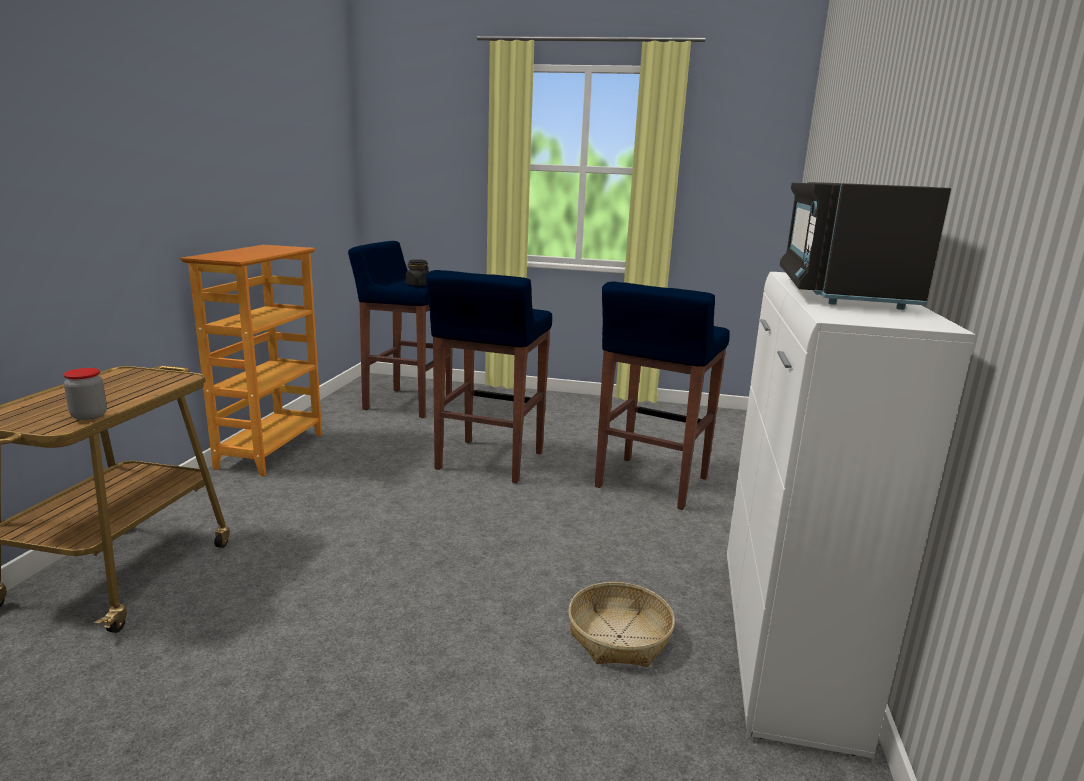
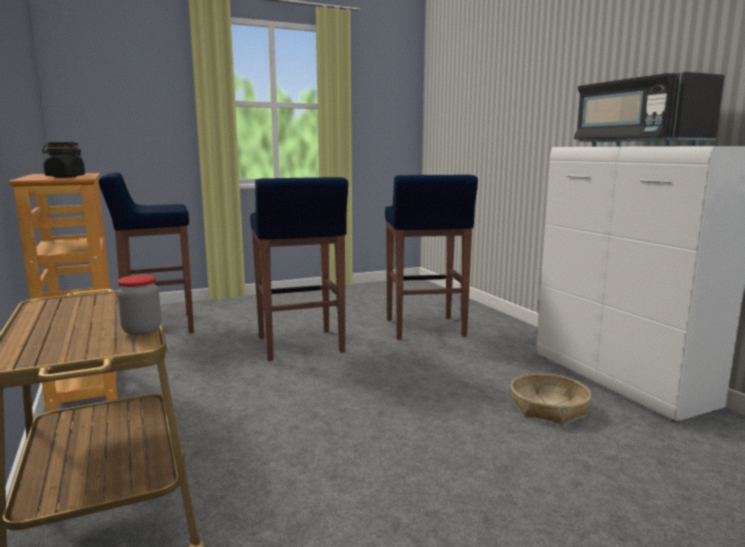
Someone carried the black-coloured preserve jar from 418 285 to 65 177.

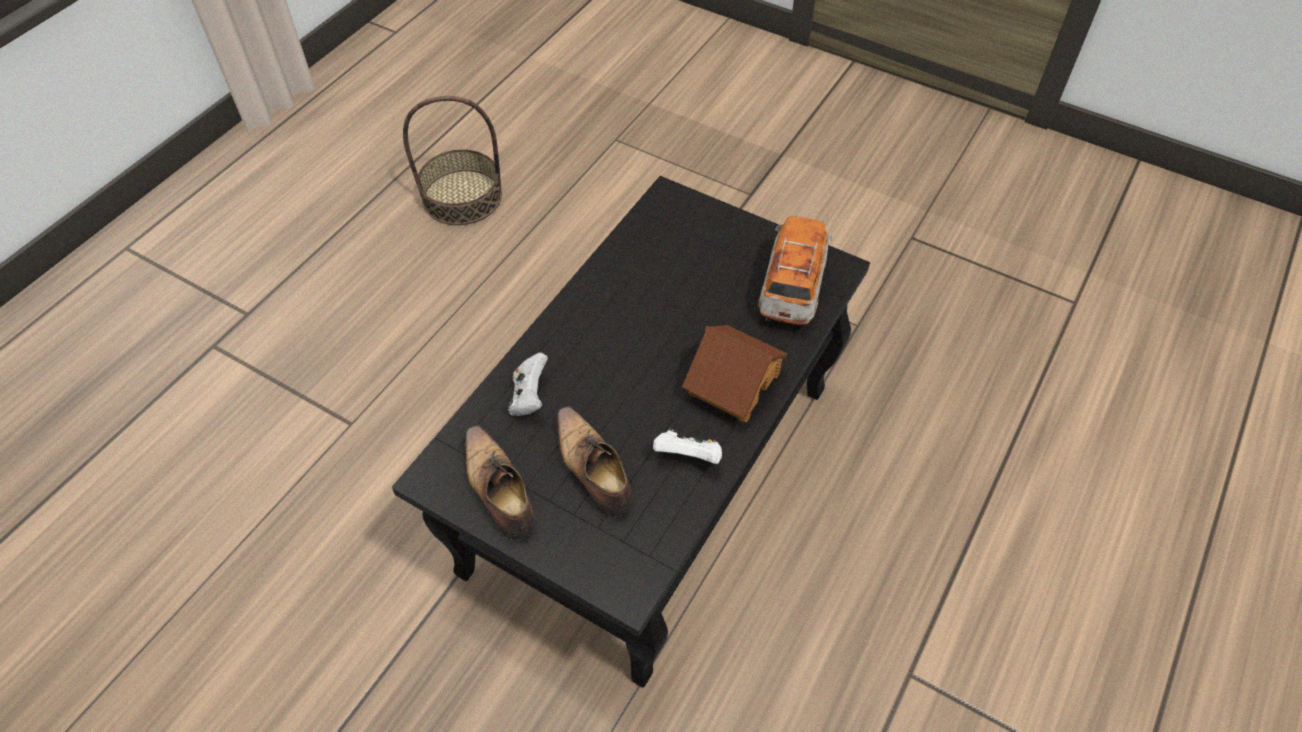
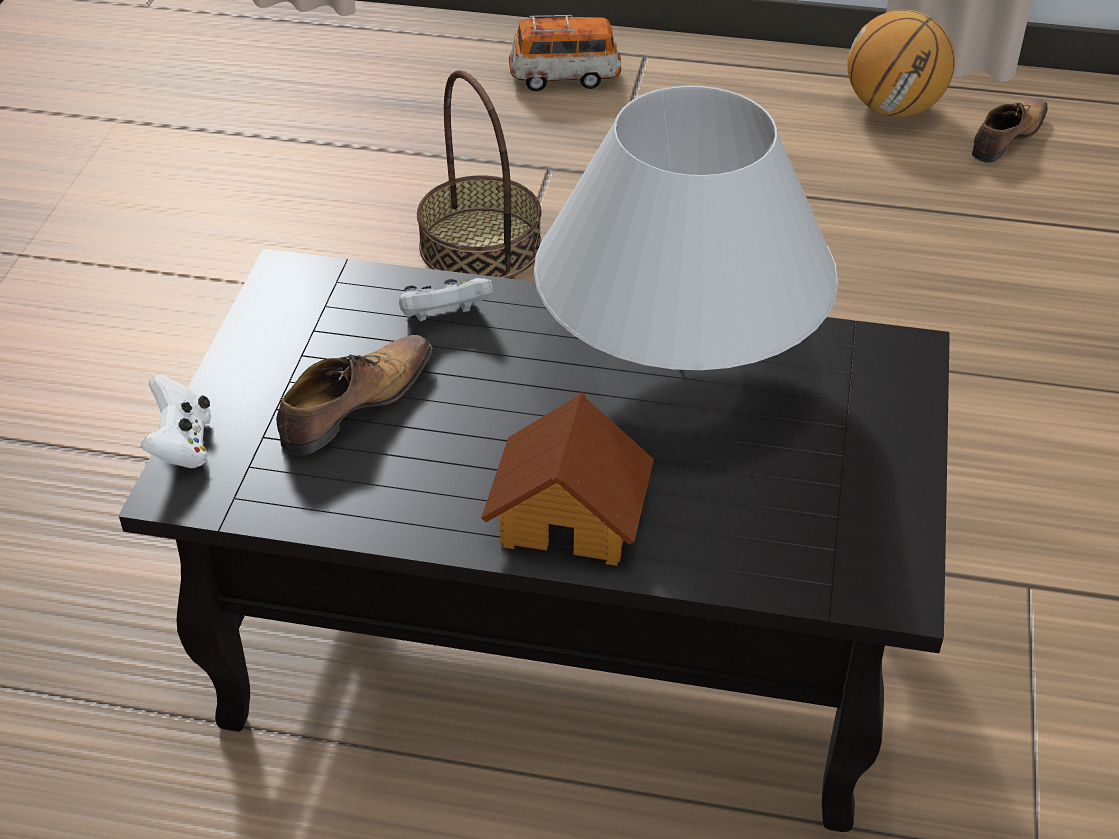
Someone put down the white-coloured tabletop lamp at 678 366.
Someone put down the basketball at 893 109.
Someone carried the storage basket from 462 197 to 481 245.
Someone carried the low shoe from 498 489 to 1006 139.
Someone carried the white-coloured game controller from 688 457 to 182 445.
Someone carried the model car from 792 289 to 565 77.

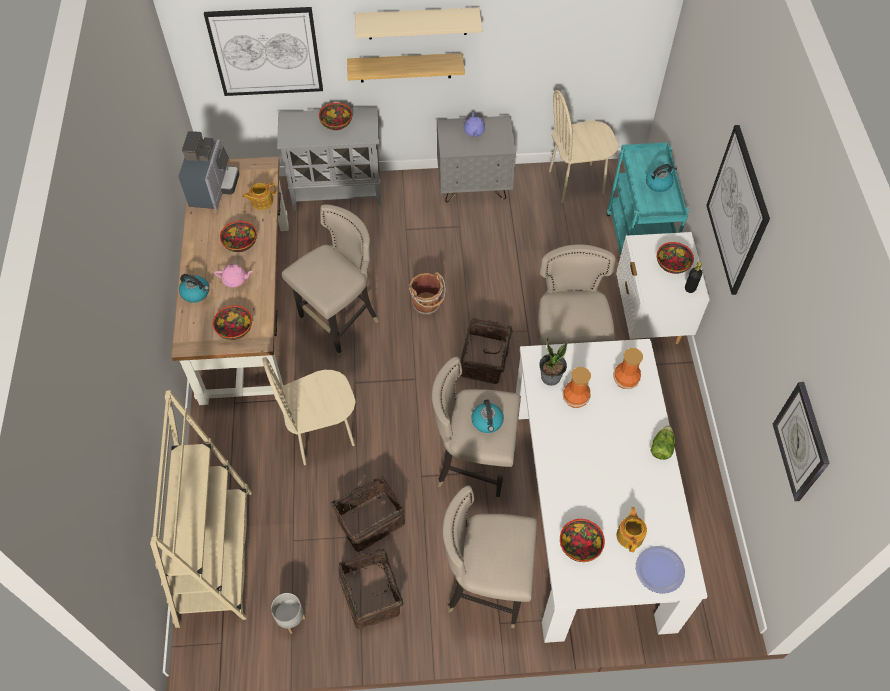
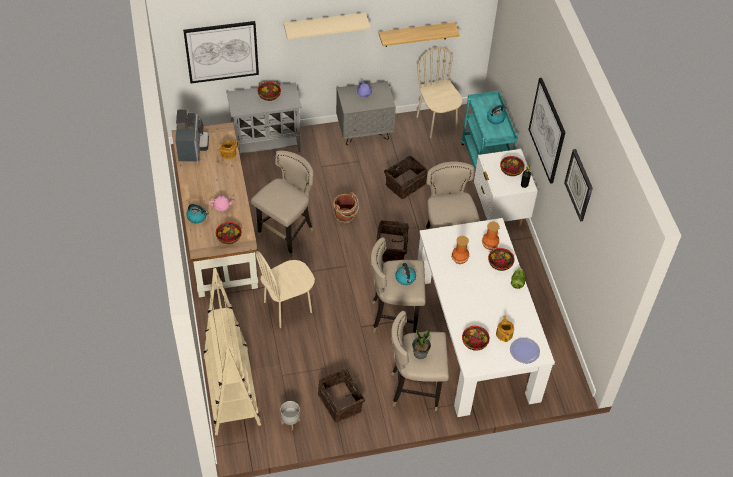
Someone carried the serving bowl from 241 243 to 500 264.
Someone carried the storage basket from 369 519 to 404 183.
Someone carried the bracket shelf from 405 67 to 416 34.
Someone carried the houseplant from 550 377 to 420 353.
Someone carried the clock on the wall from 801 442 to 579 185.
Someone rotated the sand-coloured upright chair at 576 182 by 90 degrees clockwise.

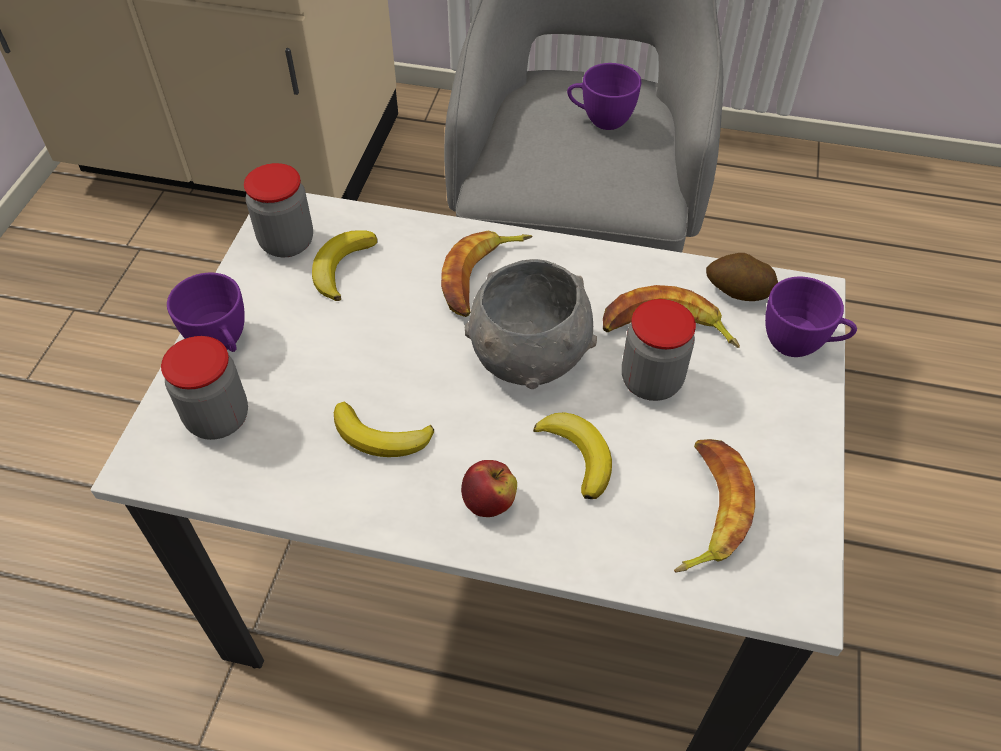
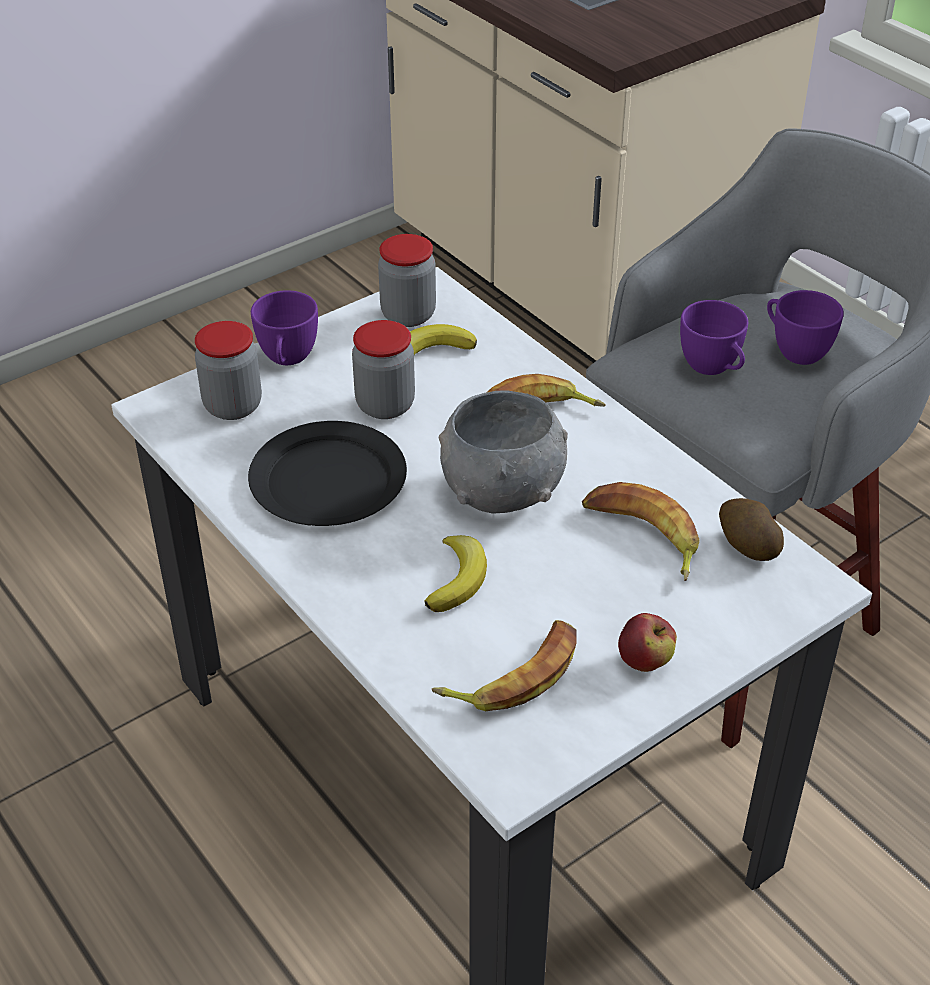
Someone carried the apple fruit from 489 502 to 645 661.
Someone carried the preserve jar from 651 381 to 385 405.
Someone carried the purplish small cup from 800 344 to 713 368.
Someone swapped the whole banana at 381 436 for the black-coloured plate at 328 480.

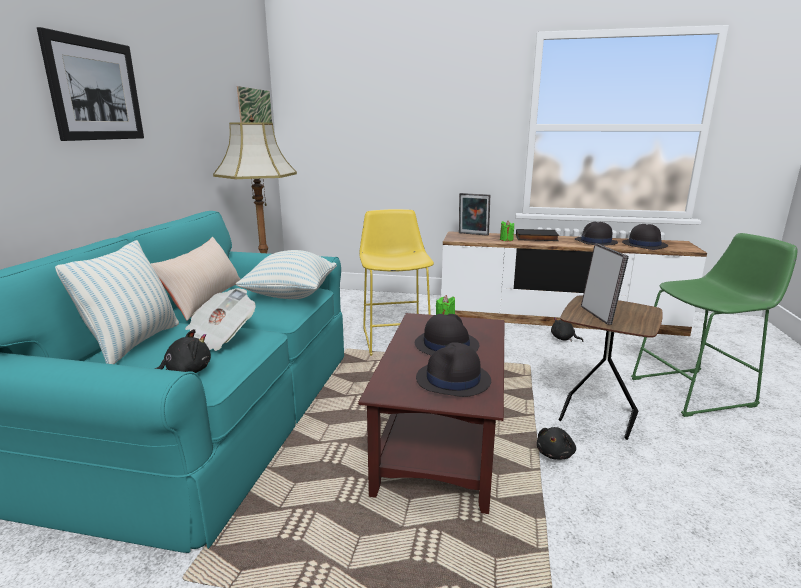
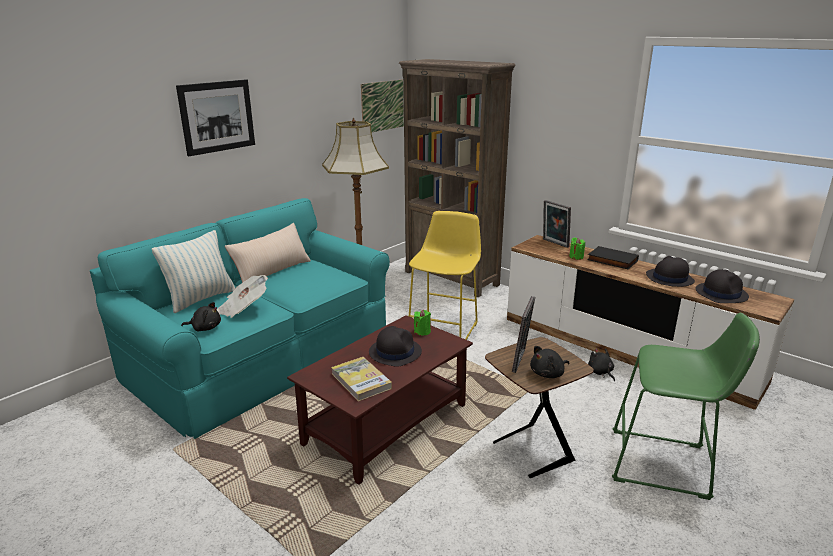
Someone took away the cushion at 291 295.
Someone put down the brownish shelving unit at 451 278.
Someone carried the black-coloured cuddly toy from 555 454 to 548 374.
Someone swapped the black-coloured hat at 453 380 for the volume at 361 381.

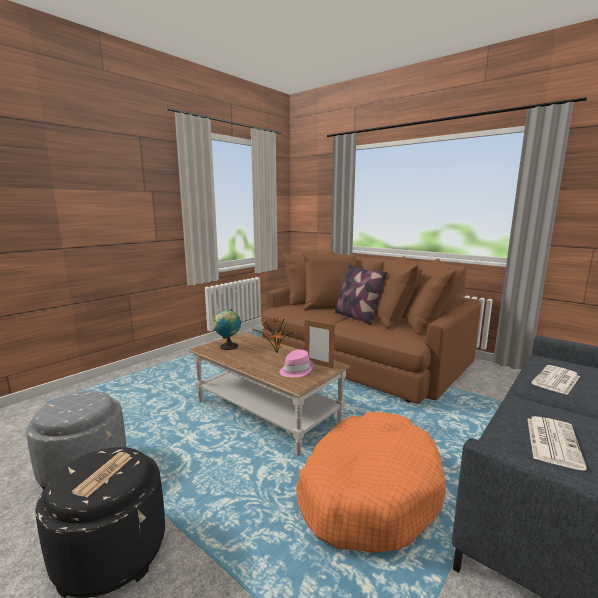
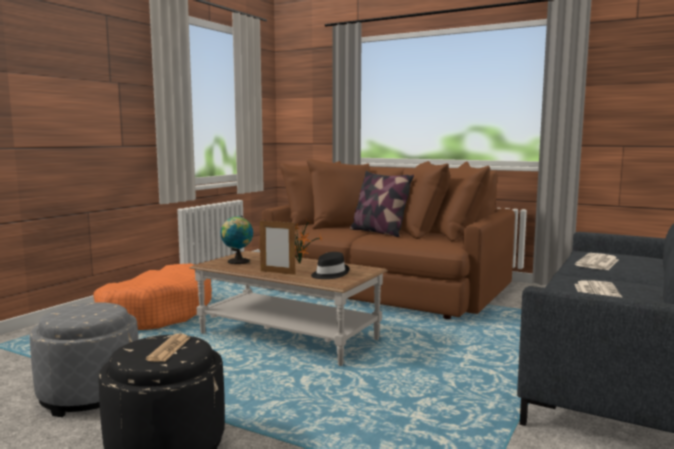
Someone carried the orangey dog bed from 368 491 to 156 313.
Someone carried the standing frame from 318 365 to 277 272.
Someone repainted the pink-coloured hat at 296 370, which became the black-coloured hat at 329 274.

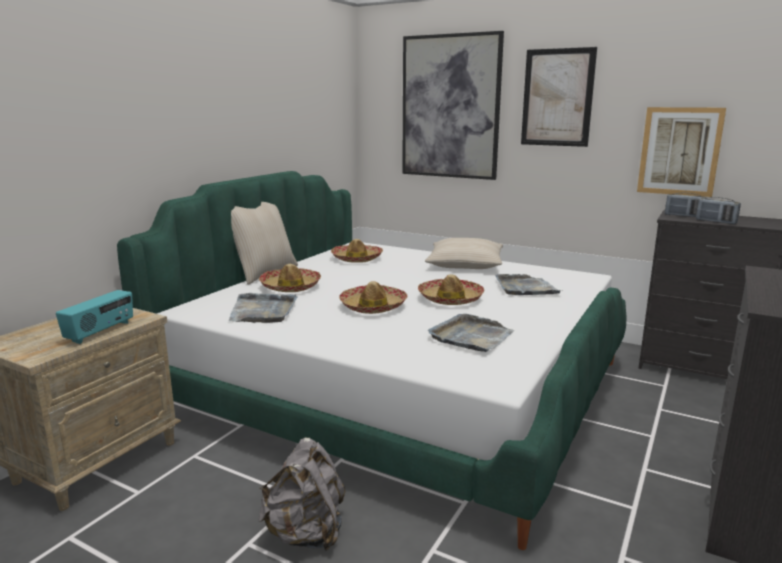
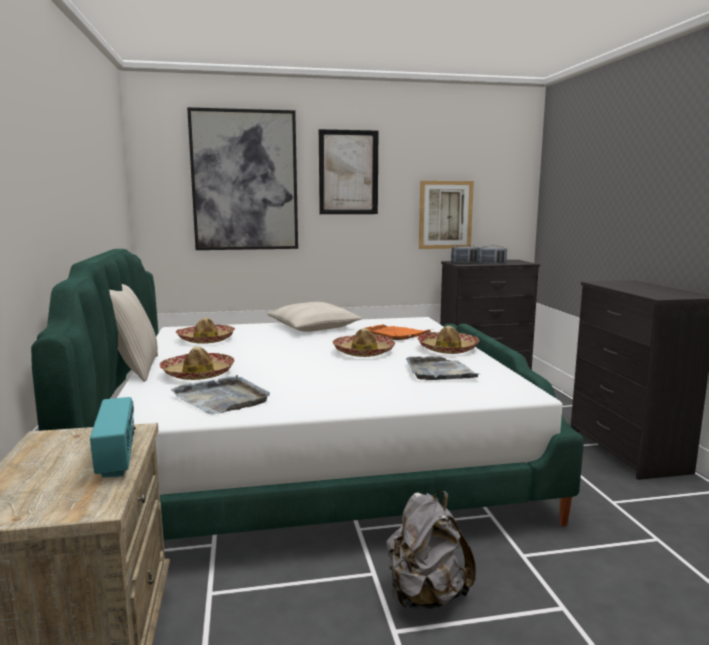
Someone carried the hat from 373 306 to 447 349.
Someone repainted the grey tray at 525 288, which became the orangey tray at 396 334.

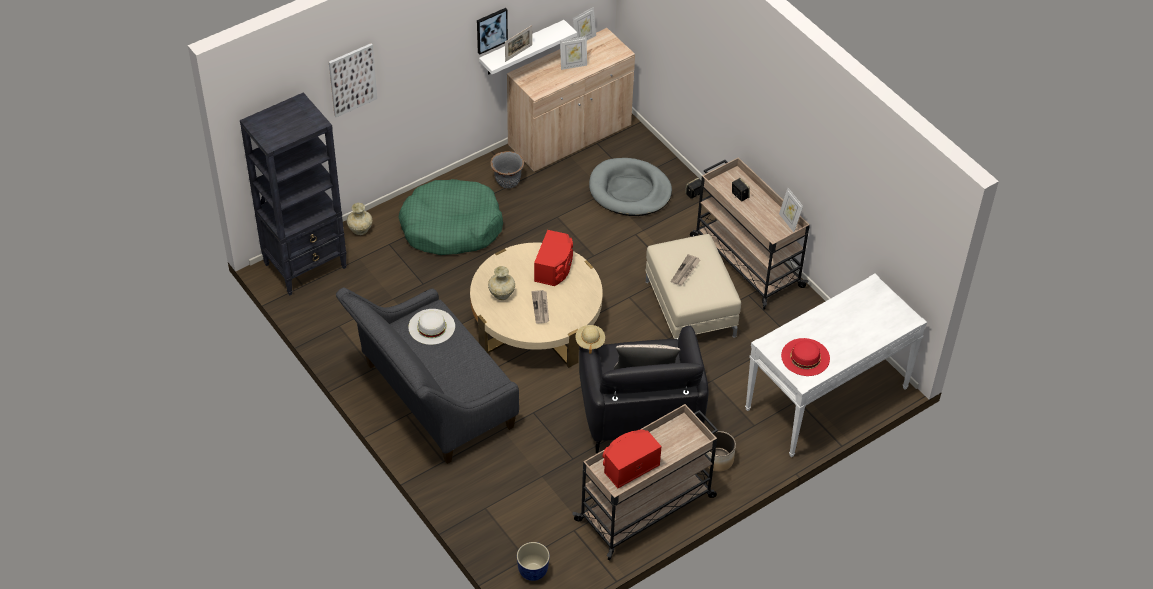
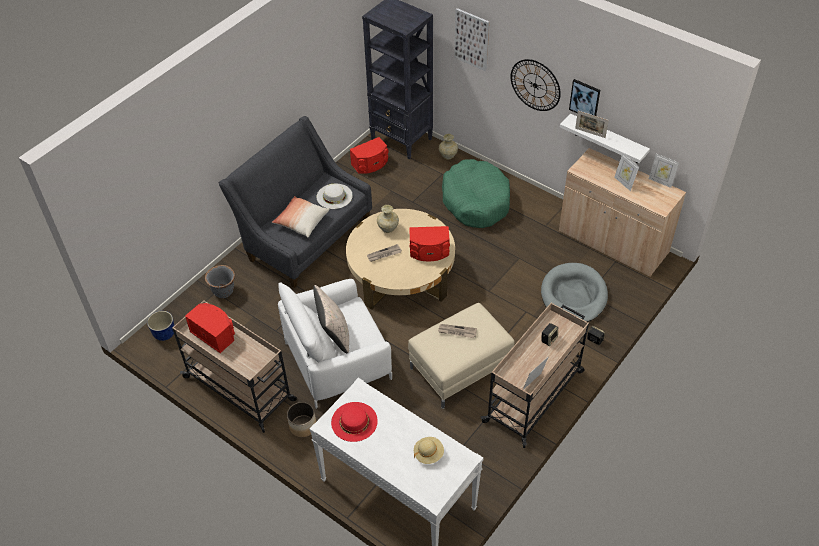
Someone put down the cushion at 301 222.
Someone put down the red audio speaker at 370 164.
Someone put up the clock on the wall at 535 85.
Someone carried the grey flower pot from 507 182 to 223 291.
Someone carried the sand-coloured hat from 590 342 to 428 454.
Someone repainted the black-coloured lounge chair at 640 410, which became the white-coloured lounge chair at 338 361.

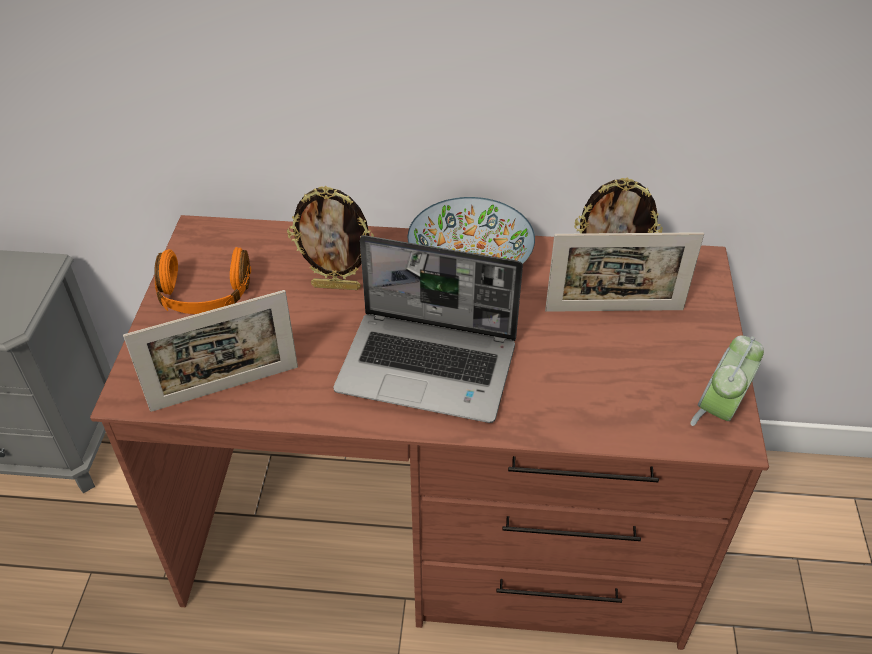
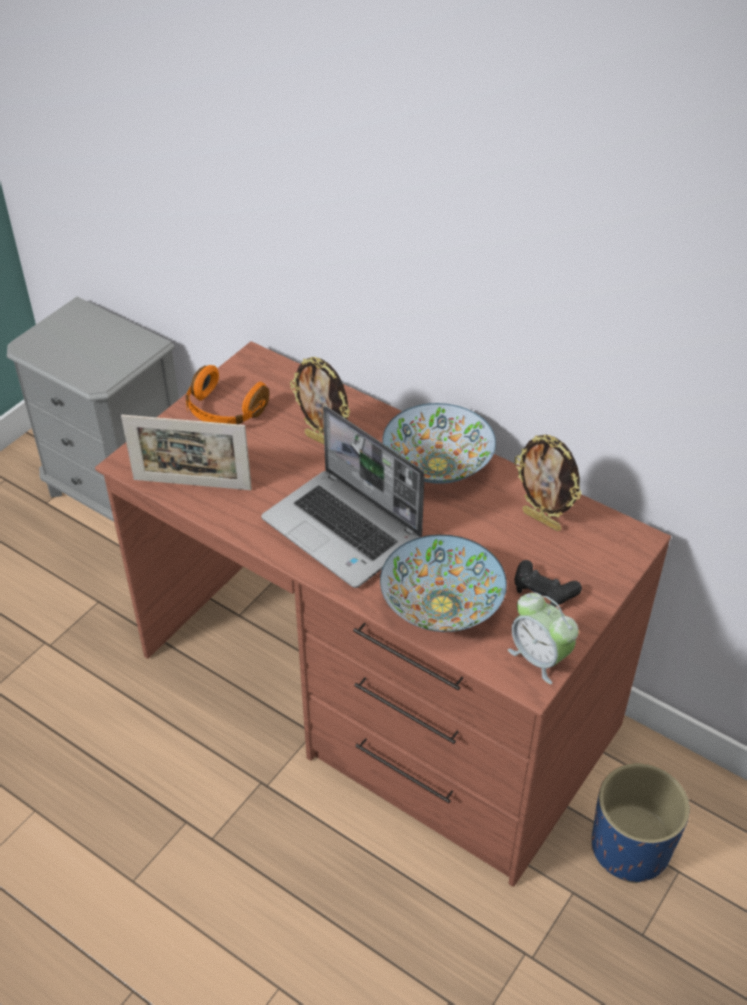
Someone took away the standing frame at 614 310.
Someone put down the serving bowl at 441 605.
Someone put down the black-coloured game controller at 543 591.
Someone put down the blue-coloured flower pot at 630 846.
Someone rotated the table clock at 719 410 by 105 degrees counterclockwise.

